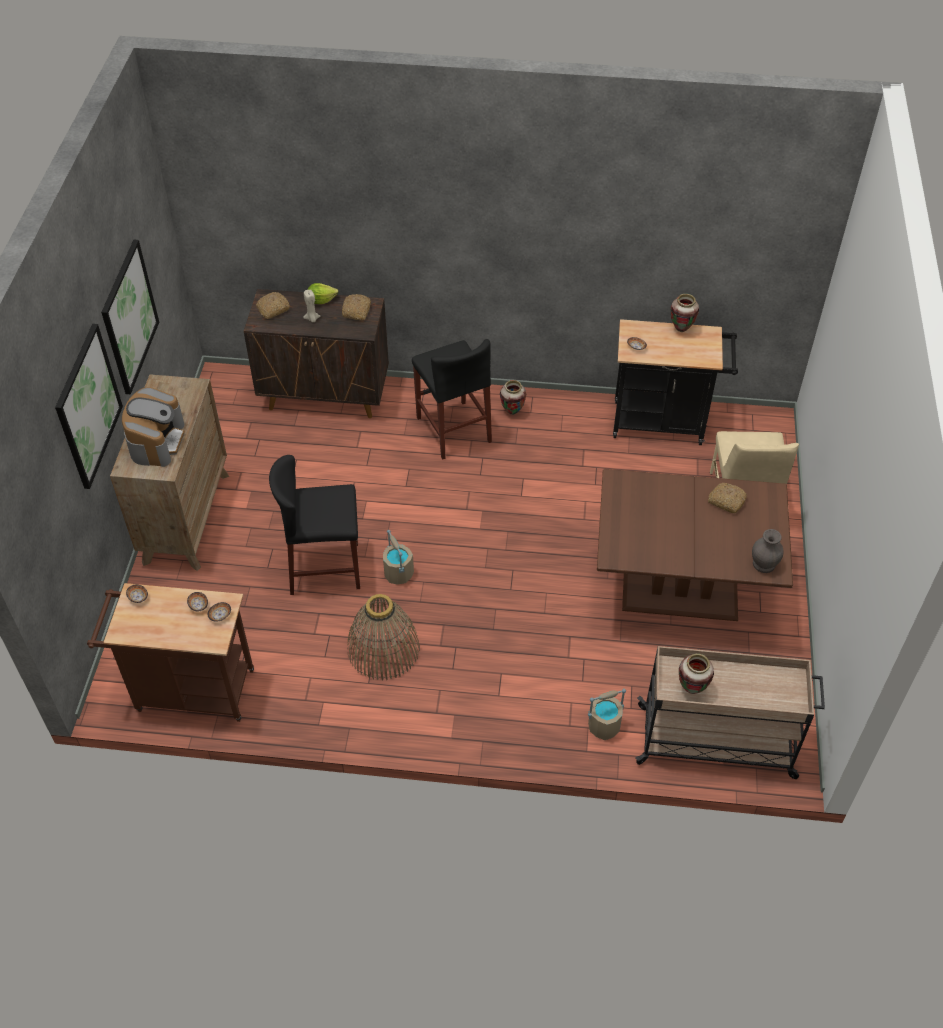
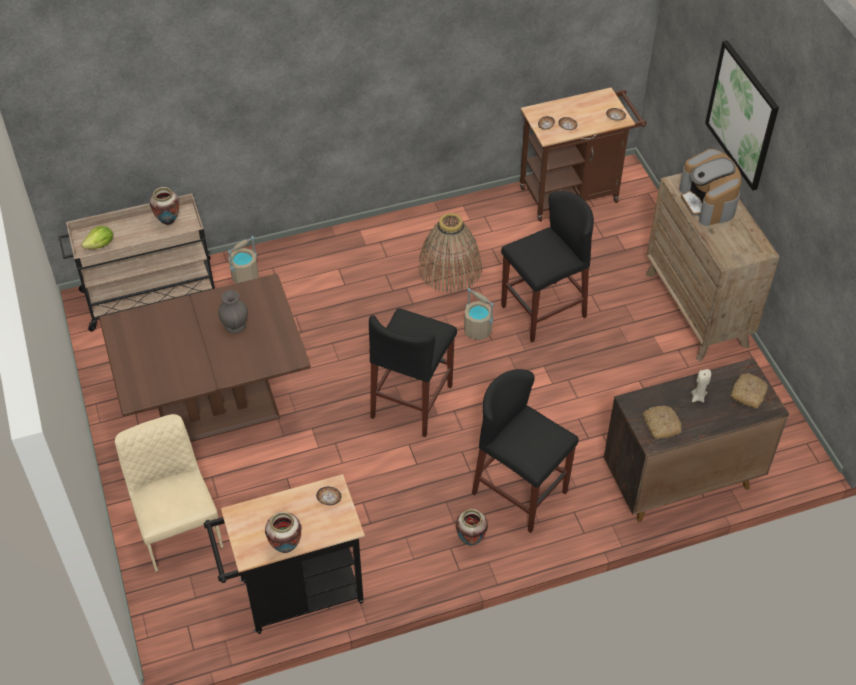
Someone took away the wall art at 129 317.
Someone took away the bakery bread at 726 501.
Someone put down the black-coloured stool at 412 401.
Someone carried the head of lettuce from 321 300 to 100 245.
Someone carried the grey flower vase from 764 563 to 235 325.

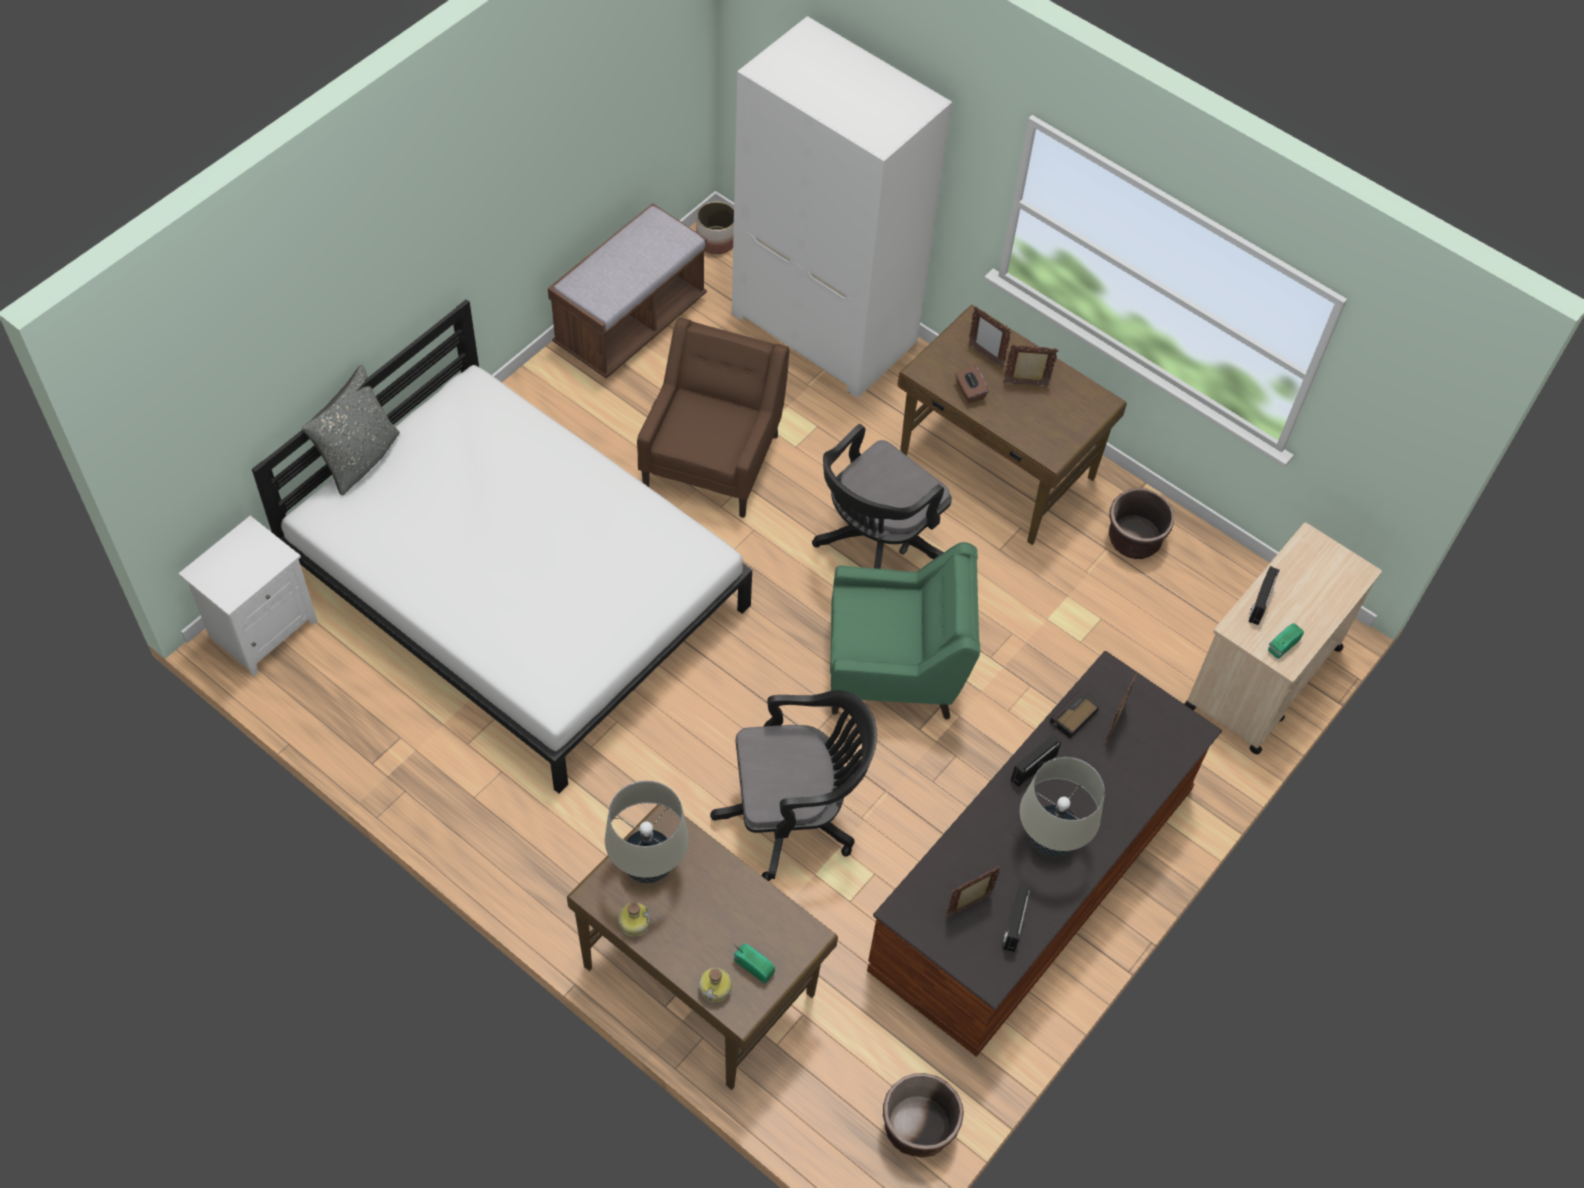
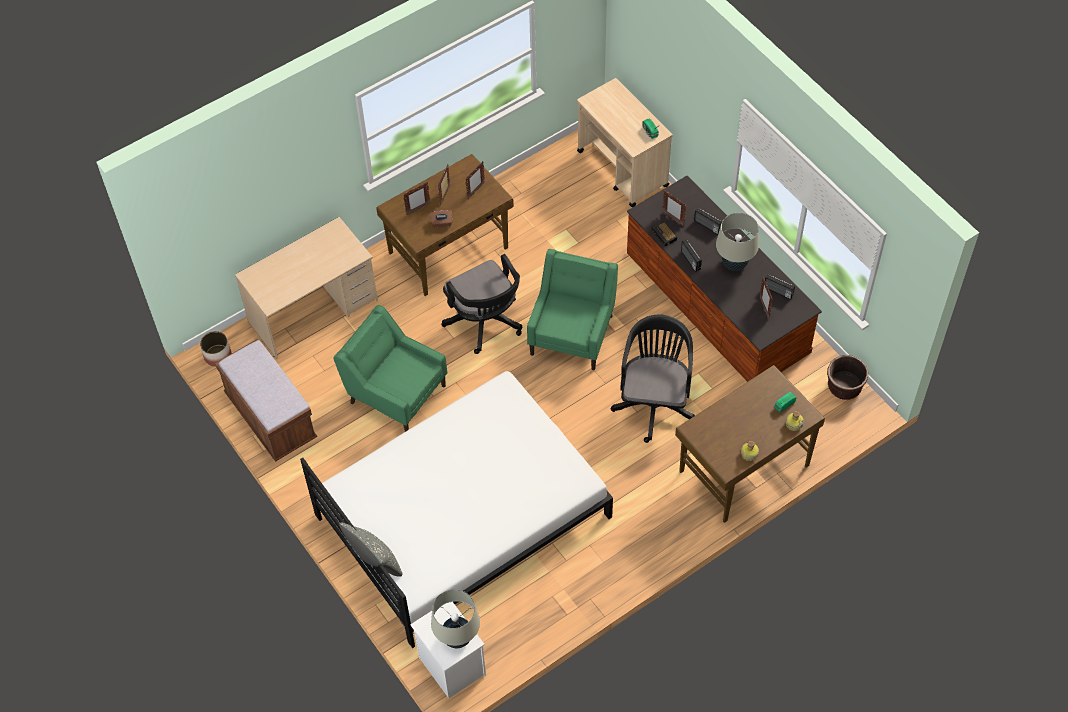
Someone took away the brownish flower pot at 1134 539.
Someone put down the standing frame at 475 191.
Someone carried the sand-coloured tabletop lamp from 647 866 to 457 638.
Someone carried the radio from 1259 603 to 707 226.
Someone swapped the white-coloured wardrobe at 826 328 for the sand-coloured desk unit at 313 311.
Someone repainted the brownish lounge chair at 713 459, which became the green-coloured lounge chair at 396 392.

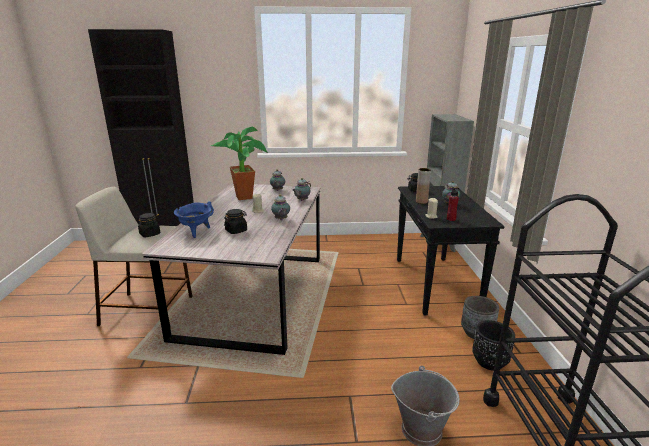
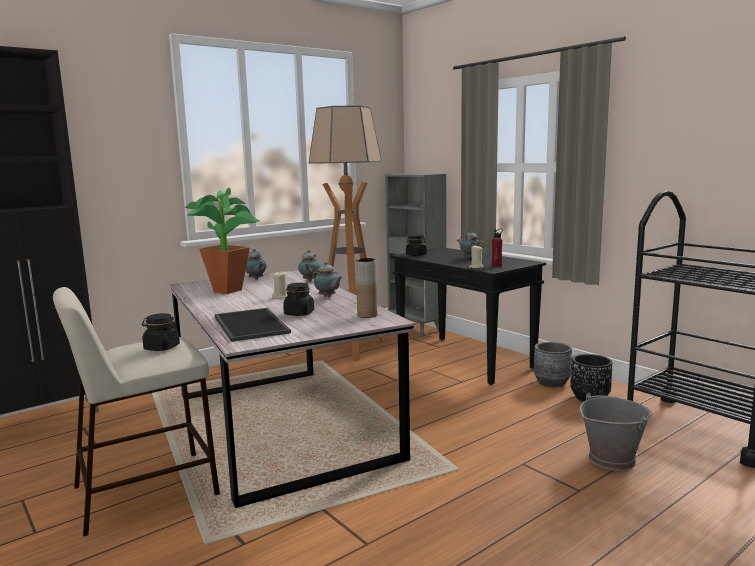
Someone put down the standing lamp at 351 348.
Someone carried the brownish flower vase from 421 202 to 367 315.
Someone swapped the blue-coloured saucepot at 196 232 for the tray at 249 324.

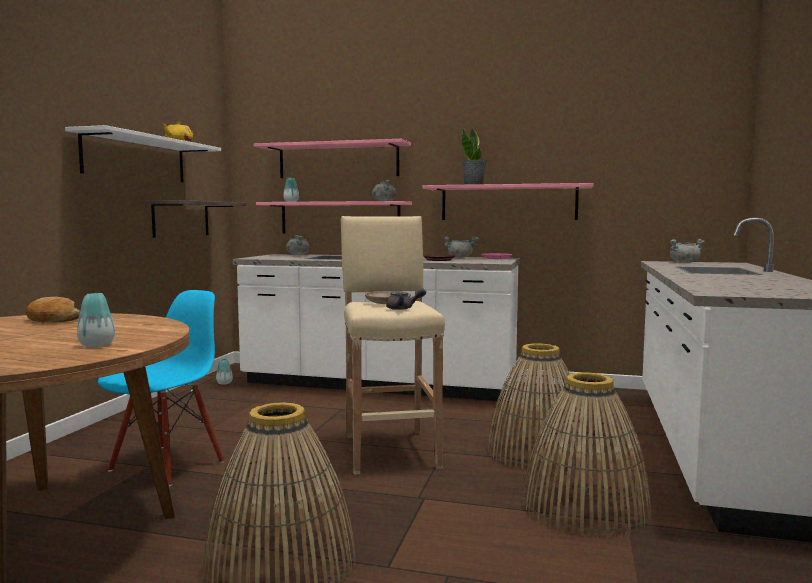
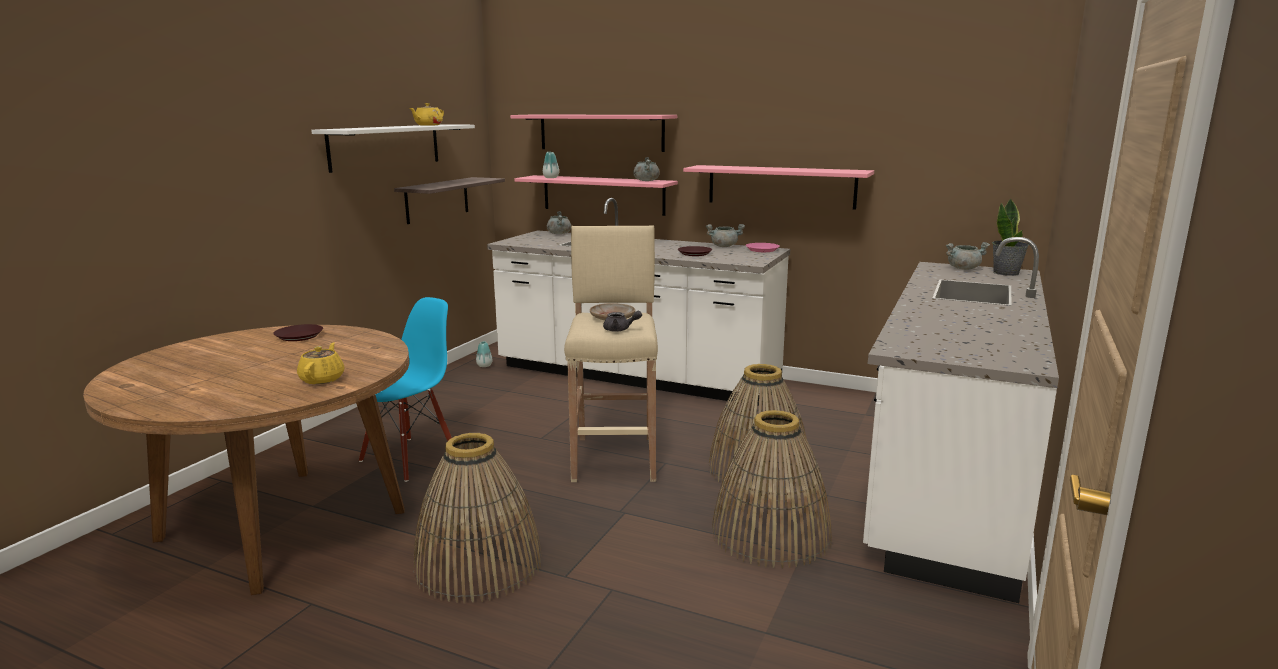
Someone carried the houseplant from 473 184 to 1006 273.
Someone swapped the bakery bread at 52 320 for the brownish plate at 298 336.
Someone swapped the flower vase at 96 345 for the yellow-coloured teapot at 323 379.

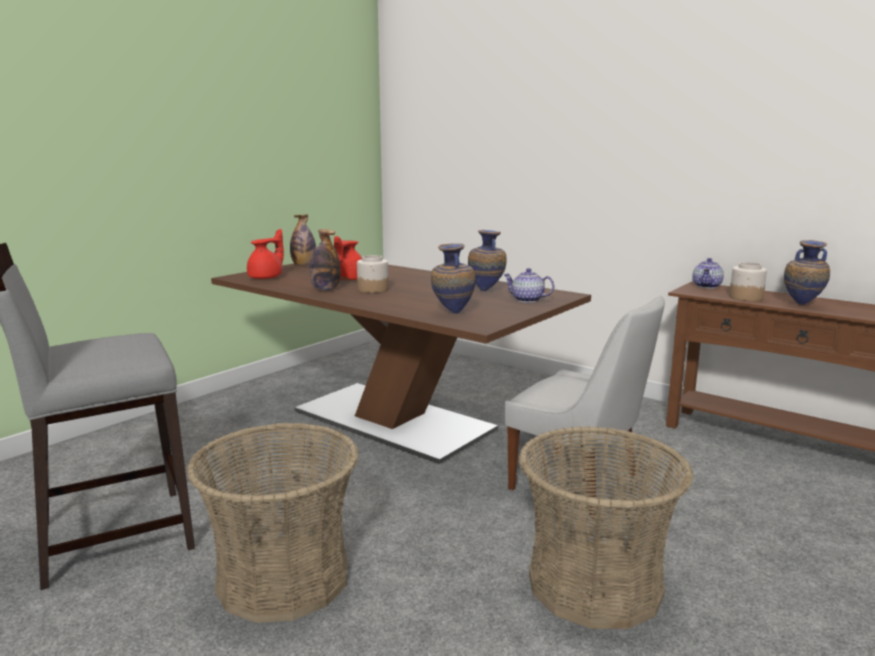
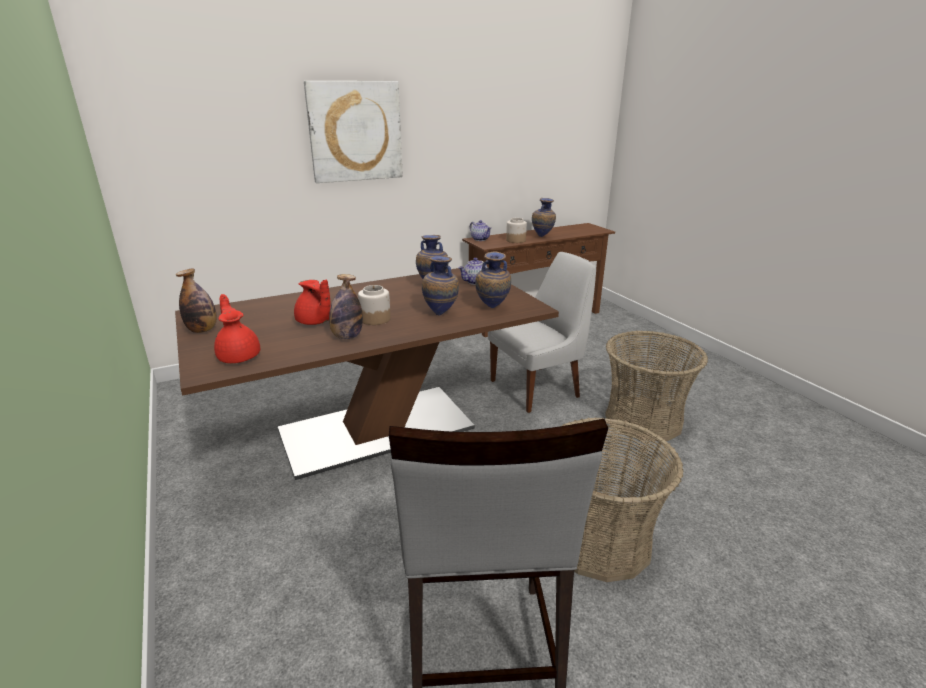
Someone put up the wall art at 355 131.
Someone put down the flower vase at 441 314.

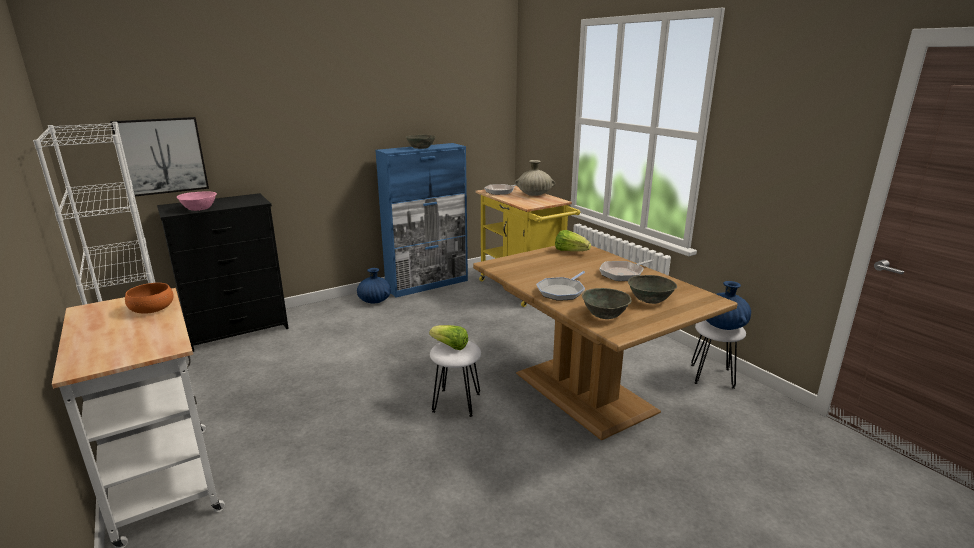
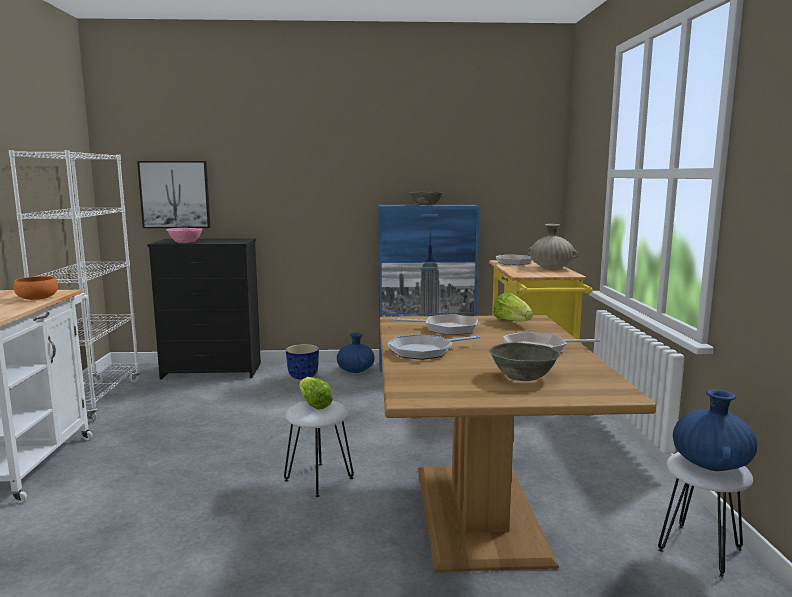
Someone took away the grey serving bowl at 605 314.
Someone put down the flower pot at 303 377.
Someone put down the frying pan at 446 328.

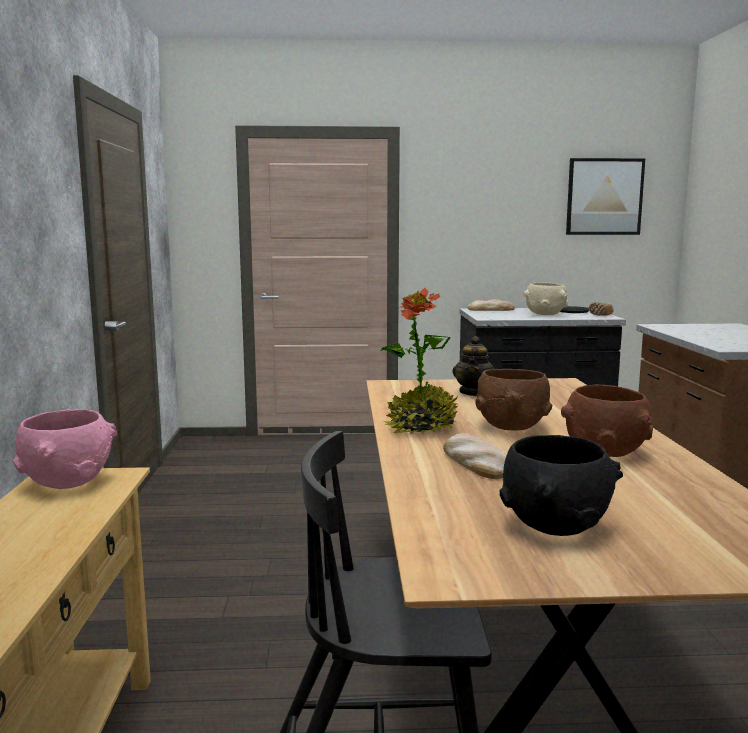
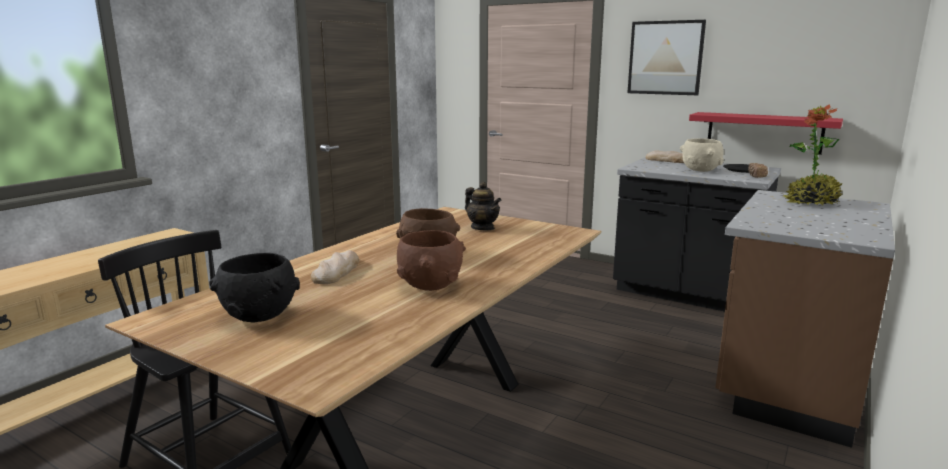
Someone took away the pink-coloured serving bowl at 67 483.
Someone put up the red bracket shelf at 764 132.
Someone carried the houseplant from 421 427 to 811 202.
Someone carried the wall art from 604 197 to 665 58.
Someone rotated the teapot at 474 393 by 90 degrees counterclockwise.

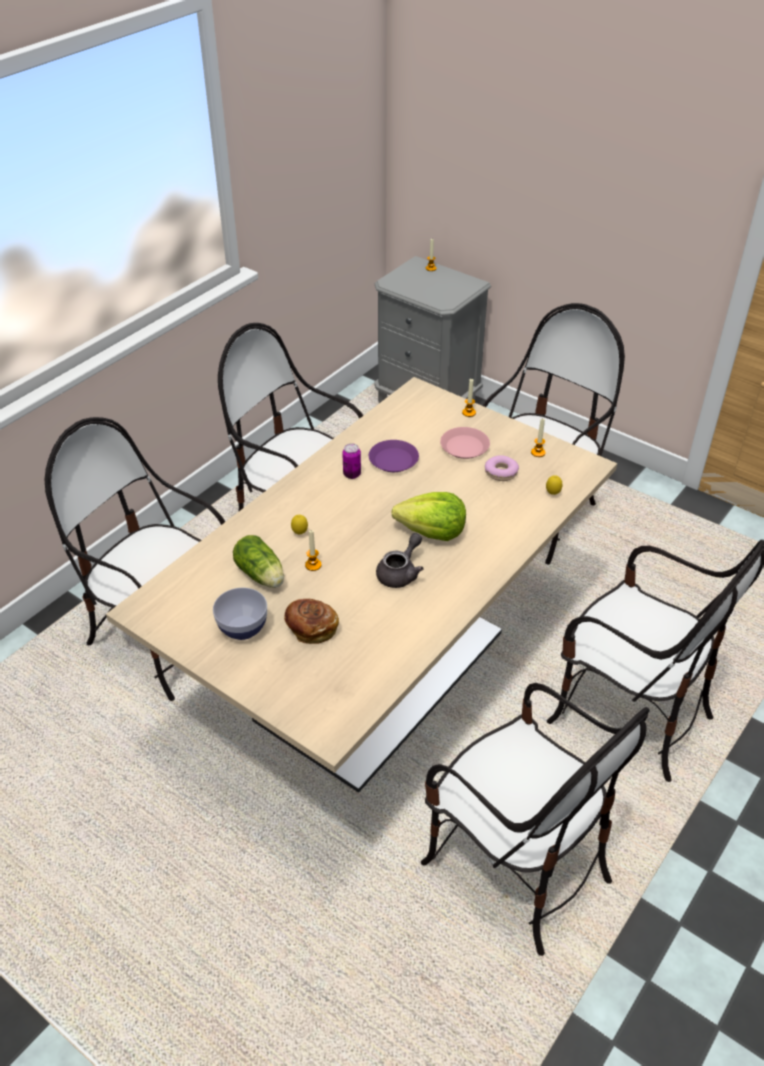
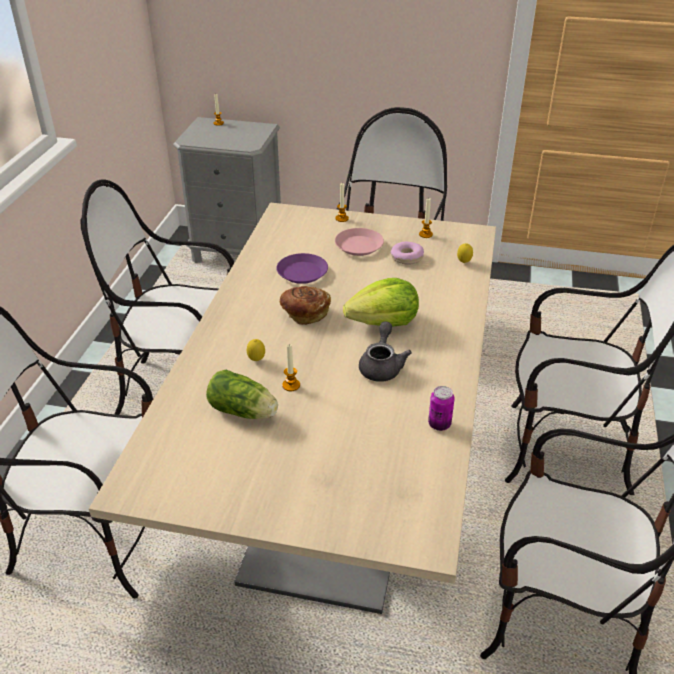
Someone took away the serving bowl at 242 628.
Someone carried the bakery bread from 311 629 to 304 313.
Someone carried the metal can from 352 474 to 439 424.

